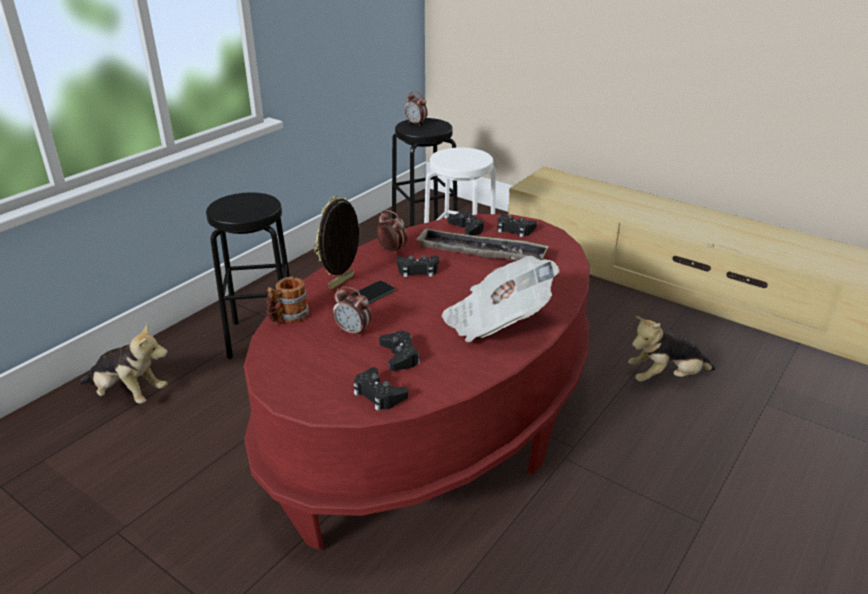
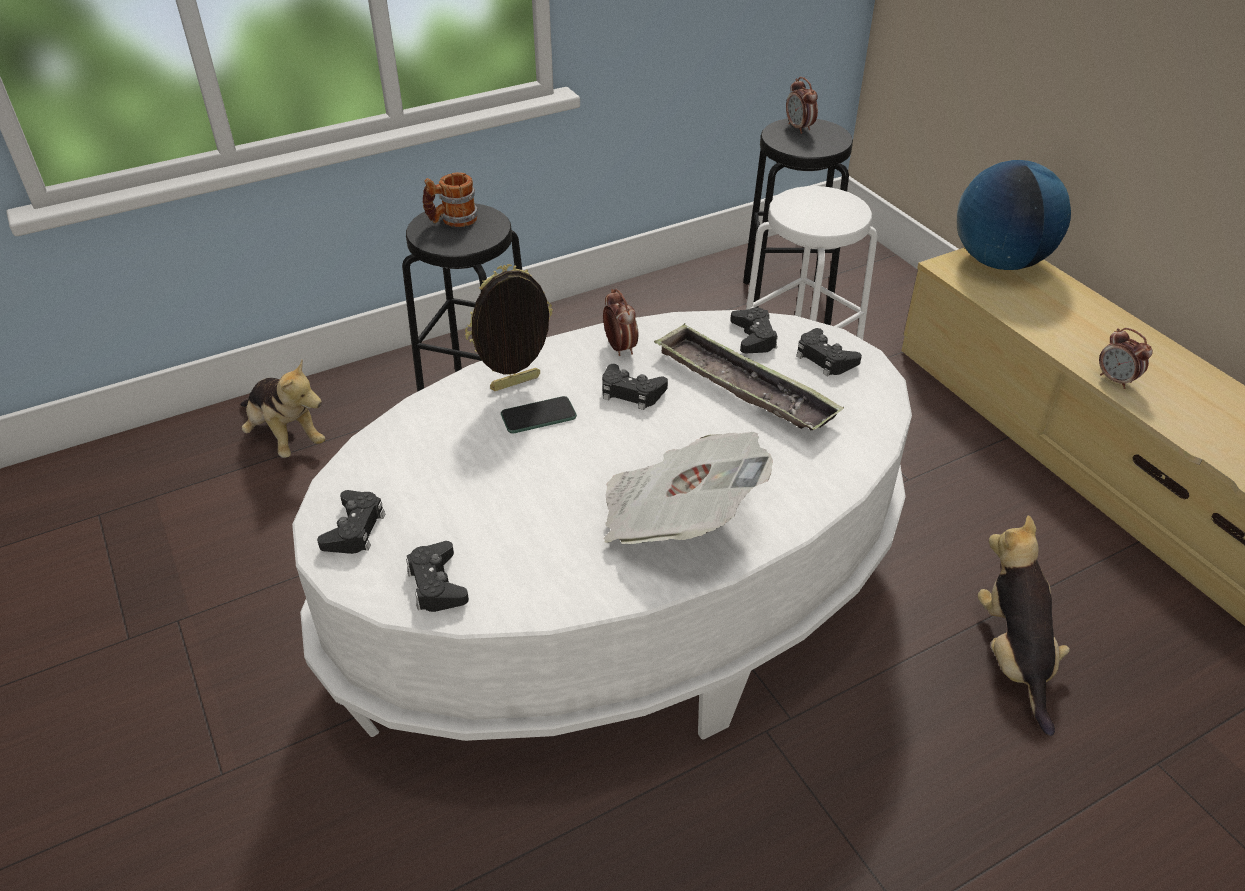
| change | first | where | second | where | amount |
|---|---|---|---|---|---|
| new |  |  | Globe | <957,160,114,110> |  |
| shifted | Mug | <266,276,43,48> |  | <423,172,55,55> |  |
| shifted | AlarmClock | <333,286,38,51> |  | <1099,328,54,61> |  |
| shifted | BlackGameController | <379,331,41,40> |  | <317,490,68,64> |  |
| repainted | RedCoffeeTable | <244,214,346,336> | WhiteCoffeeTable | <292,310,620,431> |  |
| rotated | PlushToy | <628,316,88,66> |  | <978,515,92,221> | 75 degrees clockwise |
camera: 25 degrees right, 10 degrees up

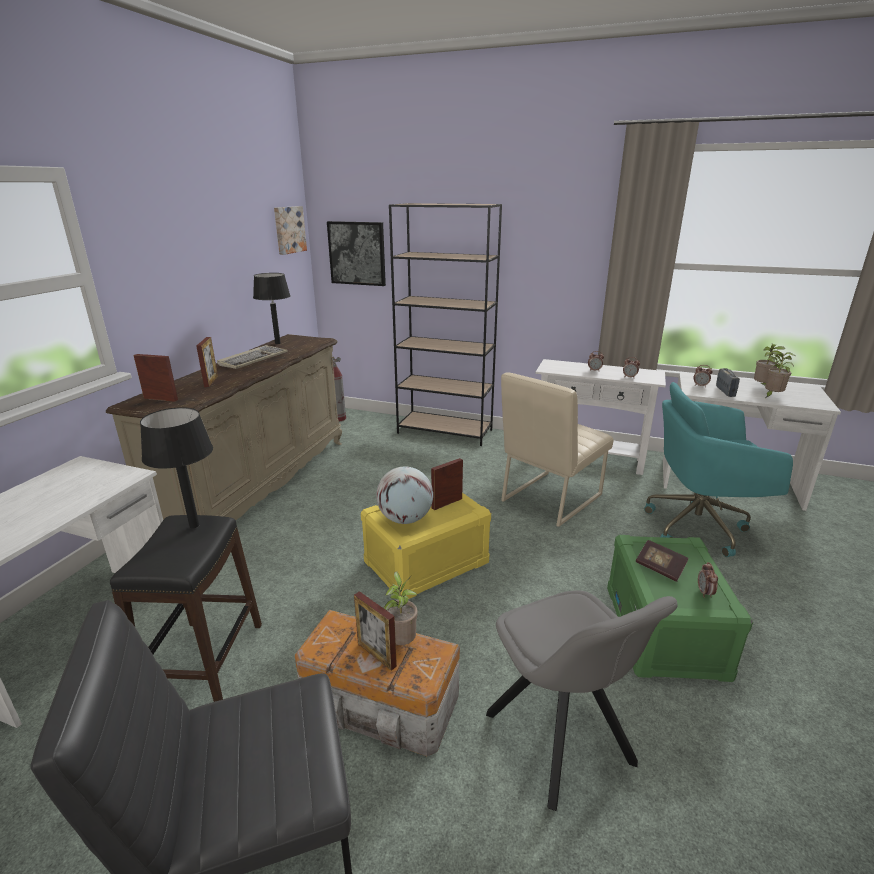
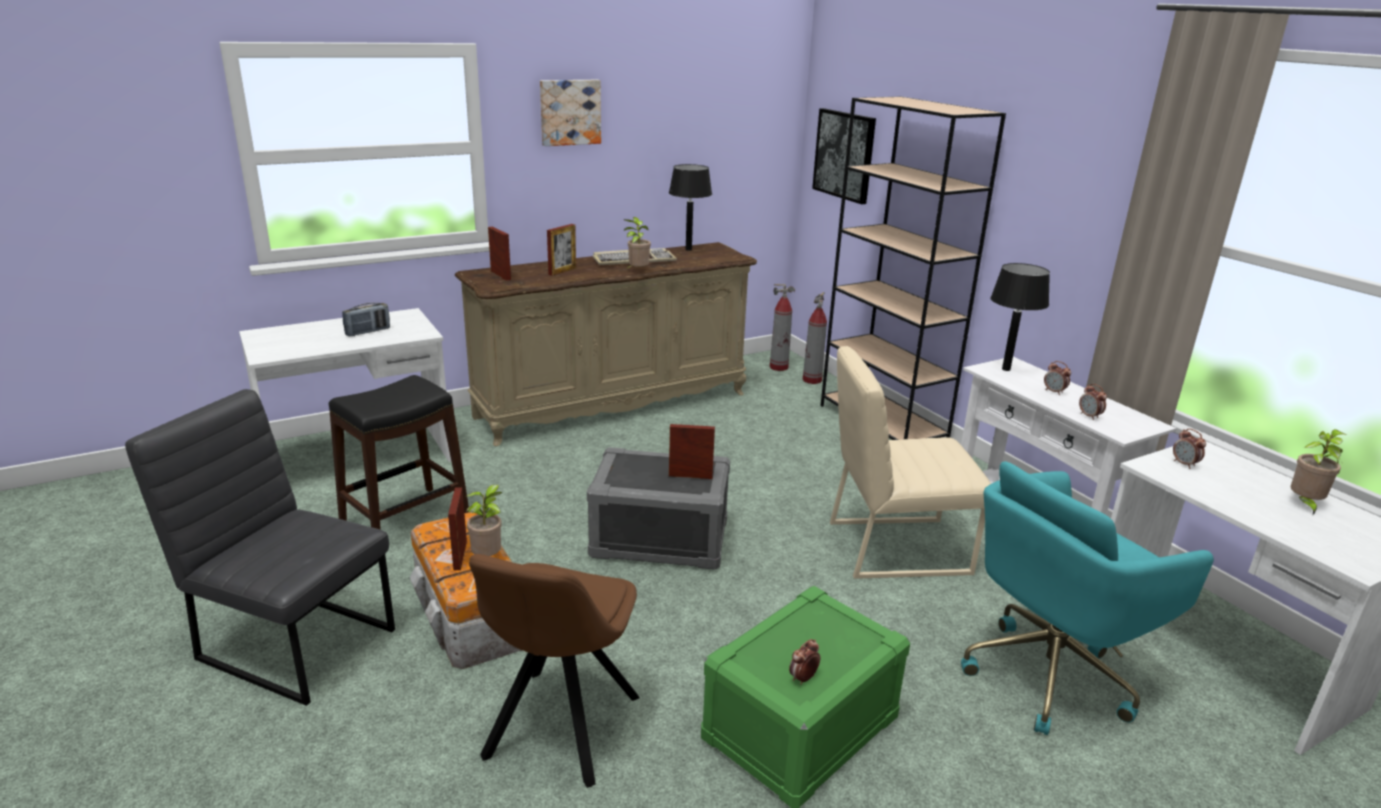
| change | first | where | second | where | amount |
|---|---|---|---|---|---|
| gone | Globe | <376,467,57,57> |  |  |  |
| gone | Book | <636,540,53,42> |  |  |  |
| new |  |  | FireExtinguisher | <803,292,24,92> |  |
| shifted | BlackTableLamp | <140,407,73,121> |  | <990,263,60,108> |  |
| shifted | Picture | <274,206,33,49> |  | <540,80,61,66> |  |
| shifted | Radio | <716,368,24,29> |  | <342,303,48,34> |  |
| shifted | PottedPlant | <765,350,30,48> |  | <624,217,27,52> |  |
| repainted | YellowStorageBox | <361,493,130,106> | GreyStorageBox | <587,447,143,123> |  |
| repainted | GreyChair | <486,590,192,221> | BrownChair | <469,554,171,234> |  |
| rotated | TurquoiseOfficeChair | <644,382,149,175> |  | <961,461,253,274> | 75 degrees counterclockwise |
camera: 40 degrees right, 0 degrees up

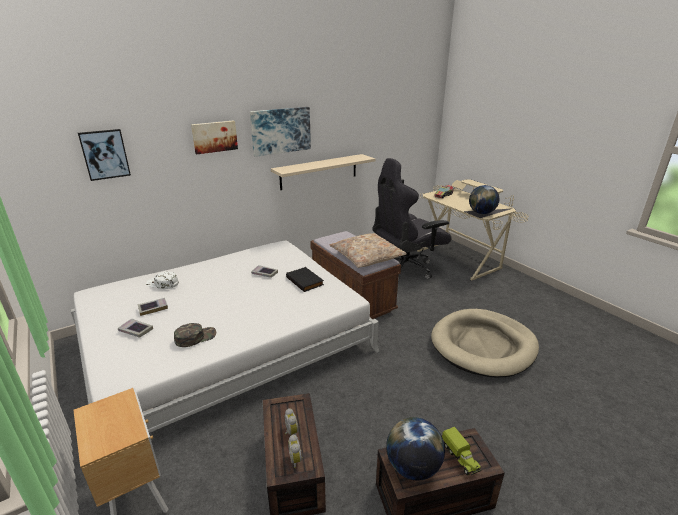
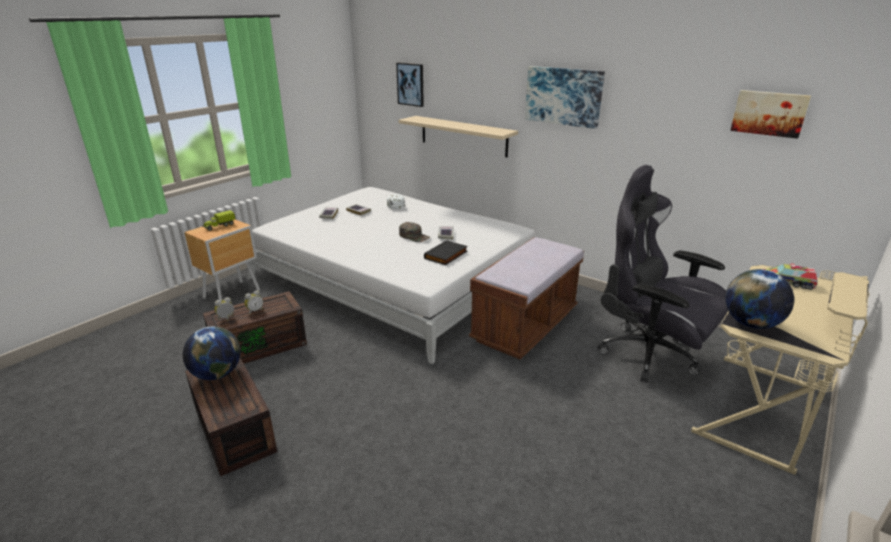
| change | first | where | second | where | amount |
|---|---|---|---|---|---|
| gone | BeigePillow | <330,233,77,35> |  |  |  |
| gone | BeigeDogBed | <431,309,108,68> |  |  |  |
| shifted | GreenCap | <174,323,42,24> |  | <399,222,32,20> |  |
| shifted | Picture | <191,120,47,34> |  | <730,90,81,49> |  |
| shifted | BeigeShelf | <271,154,104,36> |  | <399,116,119,41> |  |
| shifted | ToyTruck | <442,427,40,48> |  | <202,210,33,21> |  |
camera: 70 degrees right, 0 degrees up

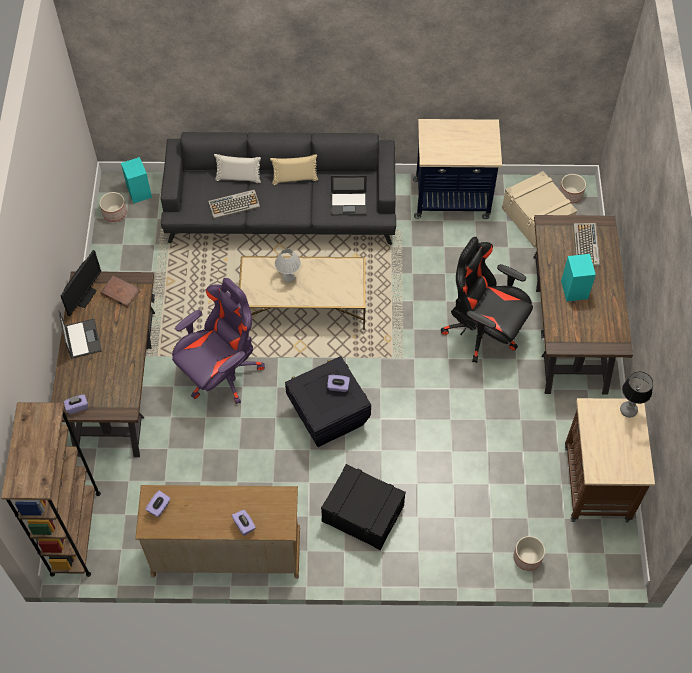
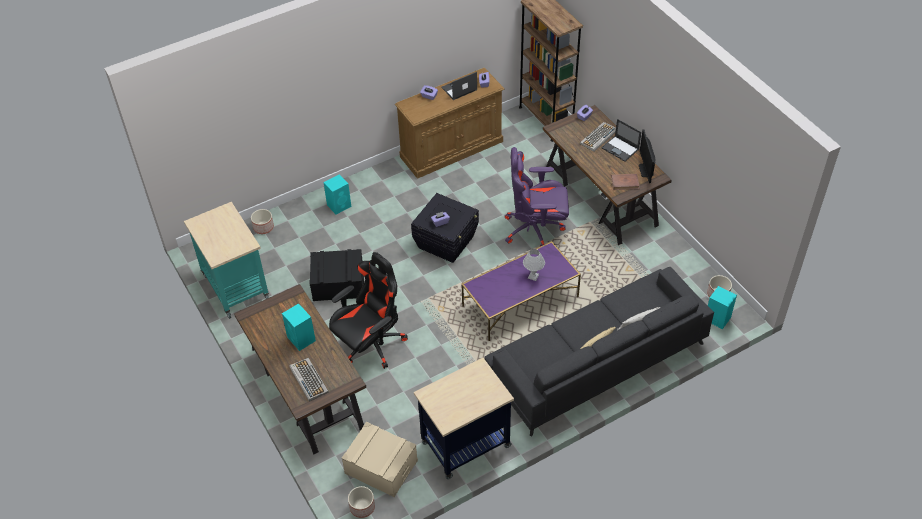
| change | first | where | second | where | amount |
|---|---|---|---|---|---|
| gone | TableLamp | <620,371,33,47> |  |  |  |
| new |  |  | TurquoiseSpeaker | <323,174,28,41> |  |
| shifted | Keyboard | <208,190,52,29> |  | <580,122,36,30> |  |
| shifted | BlackStorageBox | <321,464,85,86> |  | <310,249,54,52> |  |
| shifted | Laptop | <331,175,36,40> |  | <441,72,36,28> |  |
| repainted | BeigeCoffeeTable | <239,256,127,74> | PurpleCoffeeTable | <461,241,120,100> |  |
| repainted | BrownCart | <565,398,90,125> | TurquoiseCart | <184,202,85,117> |  |
| rotated | PurpleOfficeChair | <172,278,93,126> |  | <505,147,64,99> | 75 degrees clockwise |
| rotated | BlackOfficeChair | <441,237,92,126> |  | <329,252,79,117> | 45 degrees counterclockwise |
camera: 150 degrees right, 10 degrees down

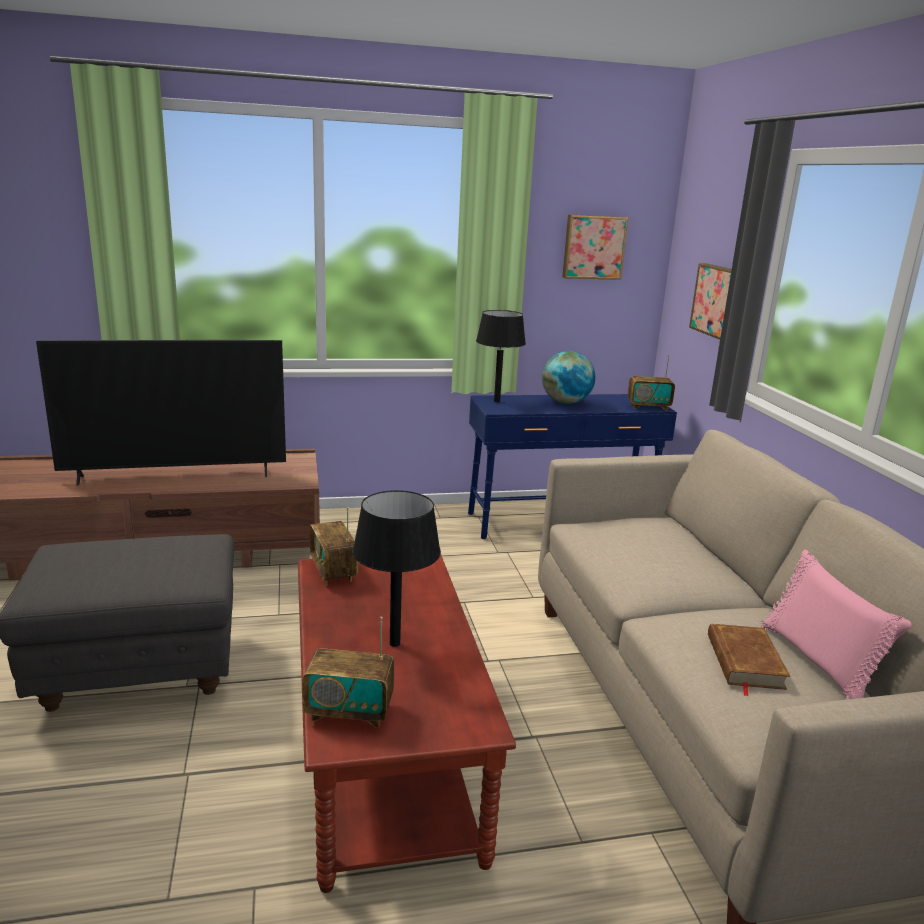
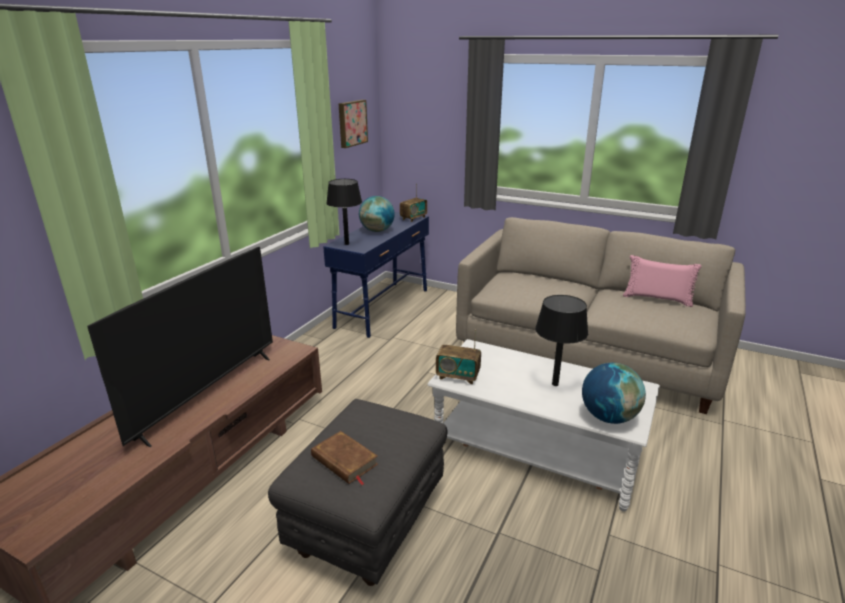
| change | first | where | second | where | amount |
|---|---|---|---|---|---|
| gone | Picture | <689,263,43,77> |  |  |  |
| shifted | BrownBook | <708,624,82,73> |  | <311,431,67,54> |  |
| swapped | Radio | <302,617,92,111> | Globe | <582,363,64,61> |  |
| repainted | BrownCoffeeTable | <298,554,218,339> | WhiteCoffeeTable | <427,339,233,173> |  |
camera: 50 degrees left, 5 degrees up

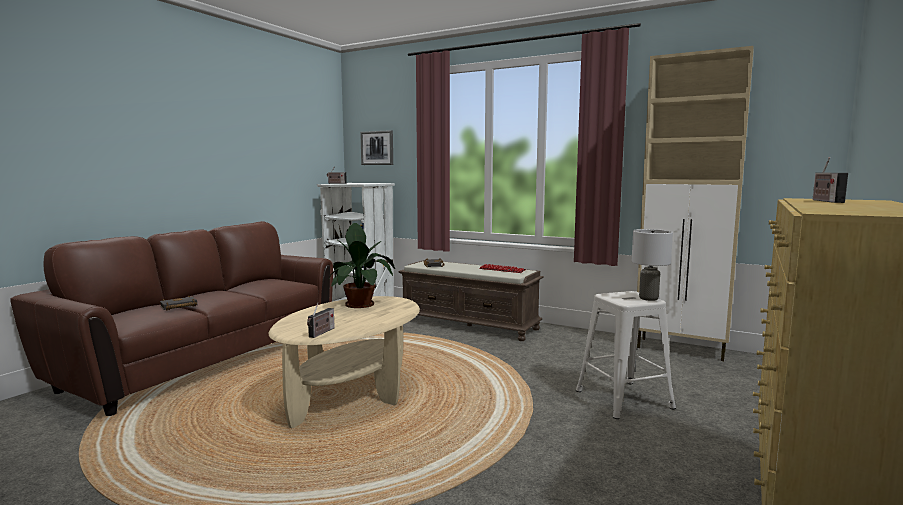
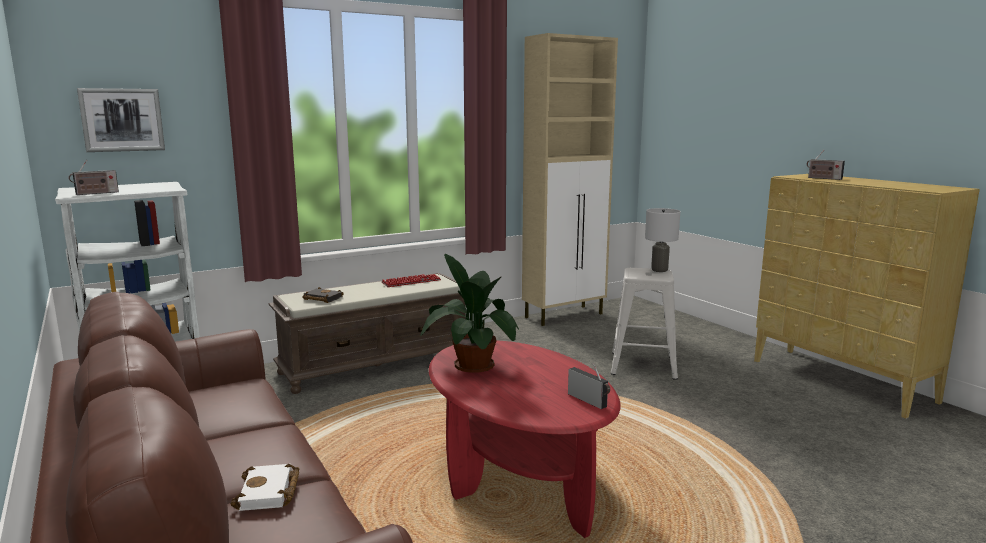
| change | first | where | second | where | amount |
|---|---|---|---|---|---|
| repainted | BlackBook | <160,296,37,15> | WhiteBook | <231,464,68,47> |  |
| repainted | BeigeCoffeeTable | <269,296,151,133> | RedCoffeeTable | <429,340,192,198> |  |
camera: 60 degrees left, 5 degrees up

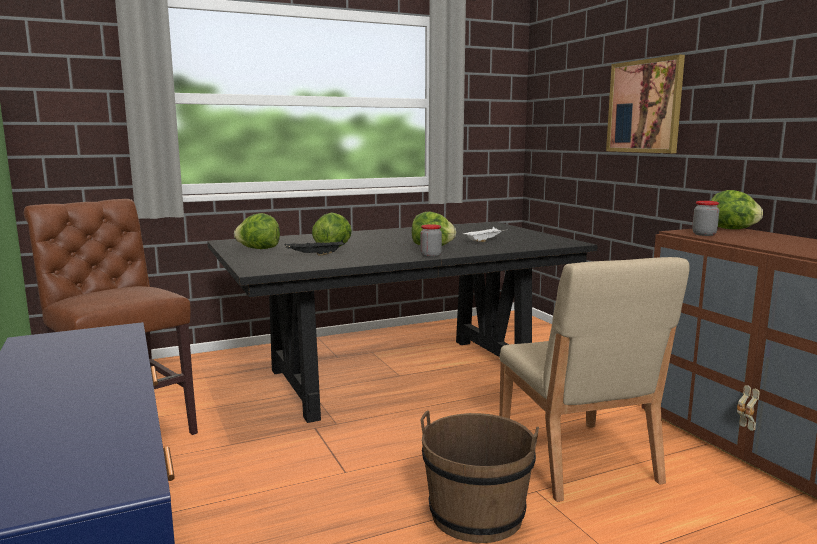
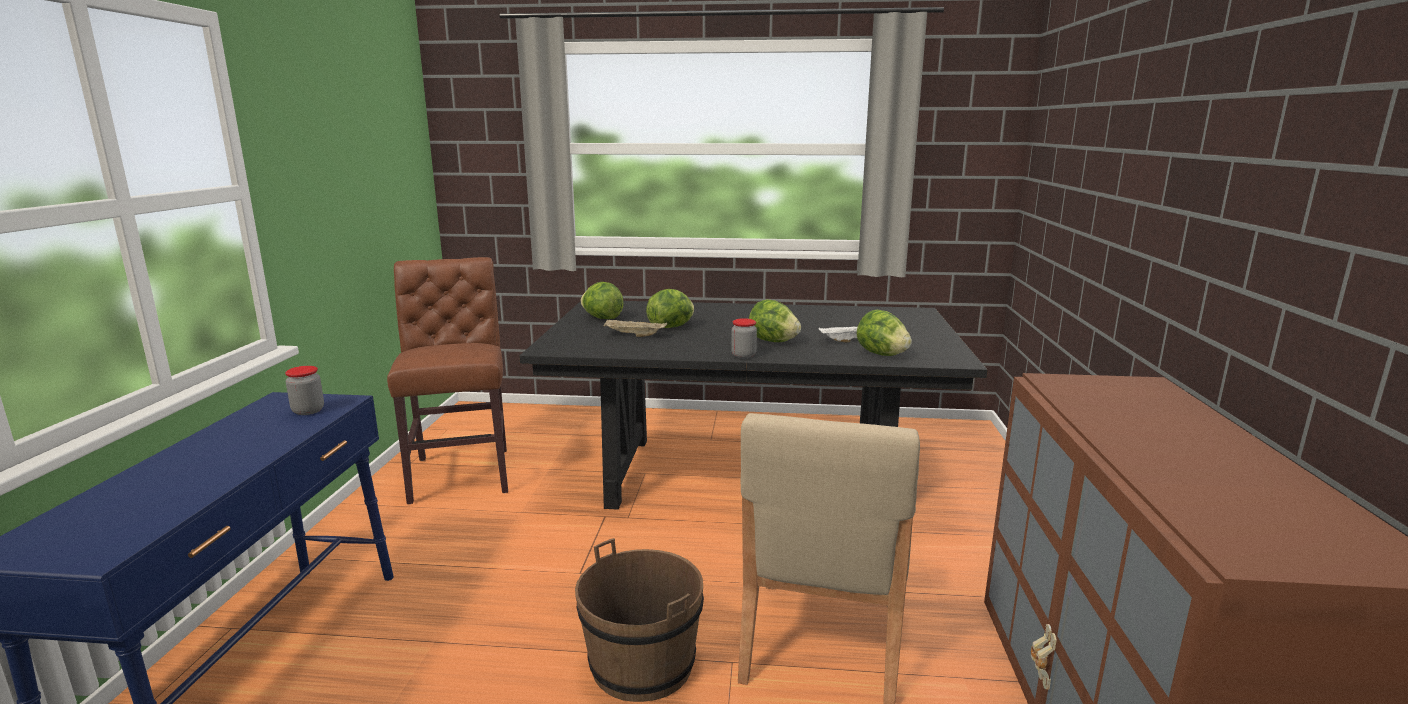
| change | first | where | second | where | amount |
|---|---|---|---|---|---|
| gone | Picture | <606,55,79,98> |  |  |  |
| shifted | Jar | <692,201,27,35> |  | <285,366,39,49> |  |
| shifted | Lettuce | <711,190,52,39> |  | <857,310,55,46> |  |
| repainted | BlackTray | <284,240,61,16> | BeigeTray | <604,319,63,18> |  |
camera: 30 degrees right, 5 degrees up

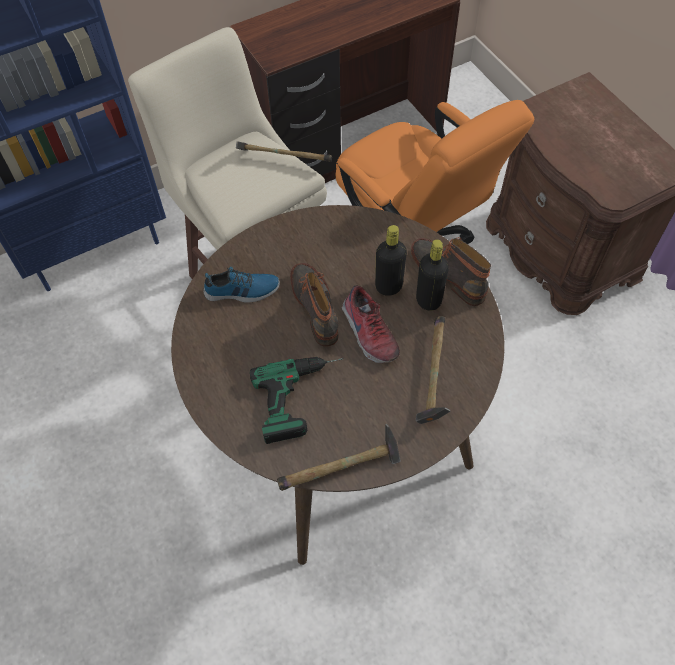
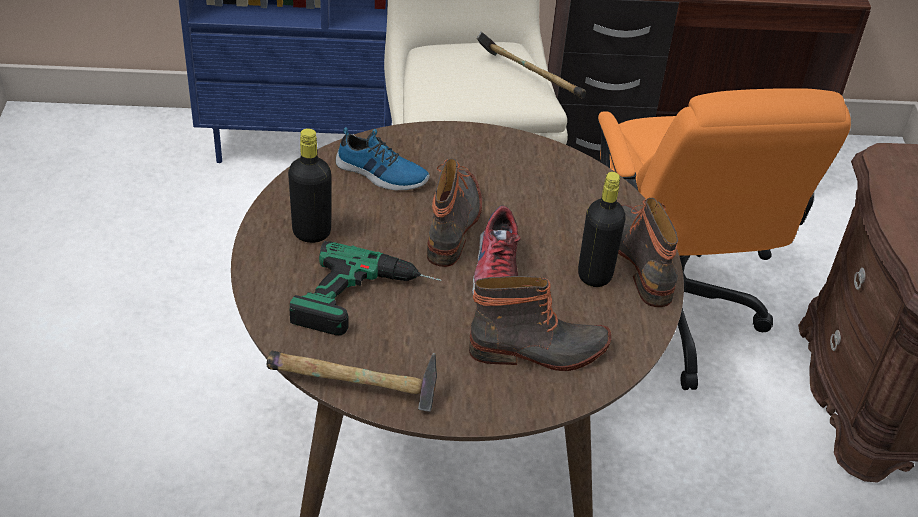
| change | first | where | second | where | amount |
|---|---|---|---|---|---|
| shifted | BlackBottle | <375,225,32,71> |  | <288,128,43,115> |  |
| swapped | Hammer | <416,316,35,108> | Boot | <469,276,142,95> |  |
camera: 25 degrees right, 15 degrees down

